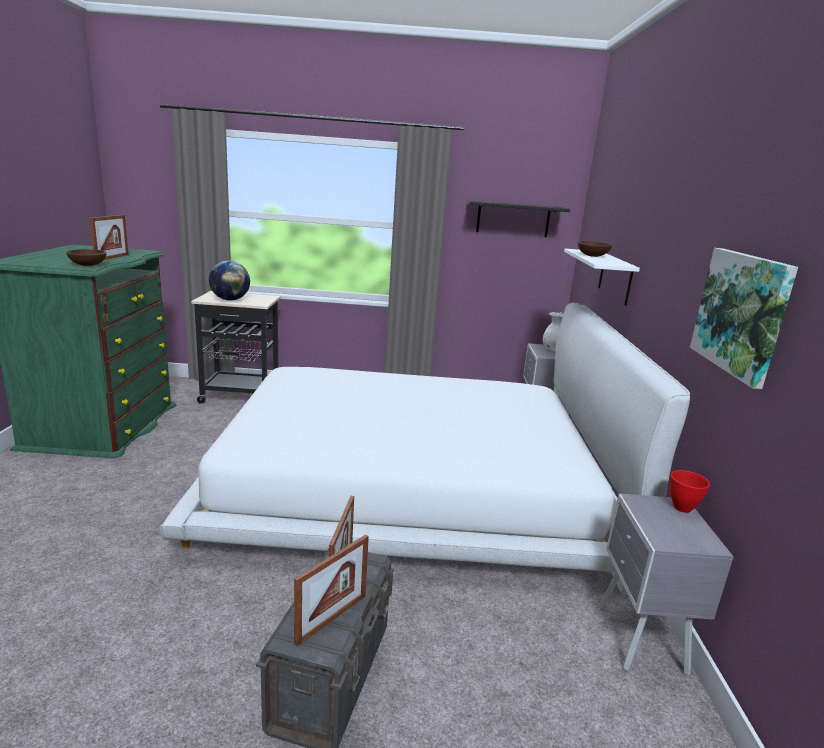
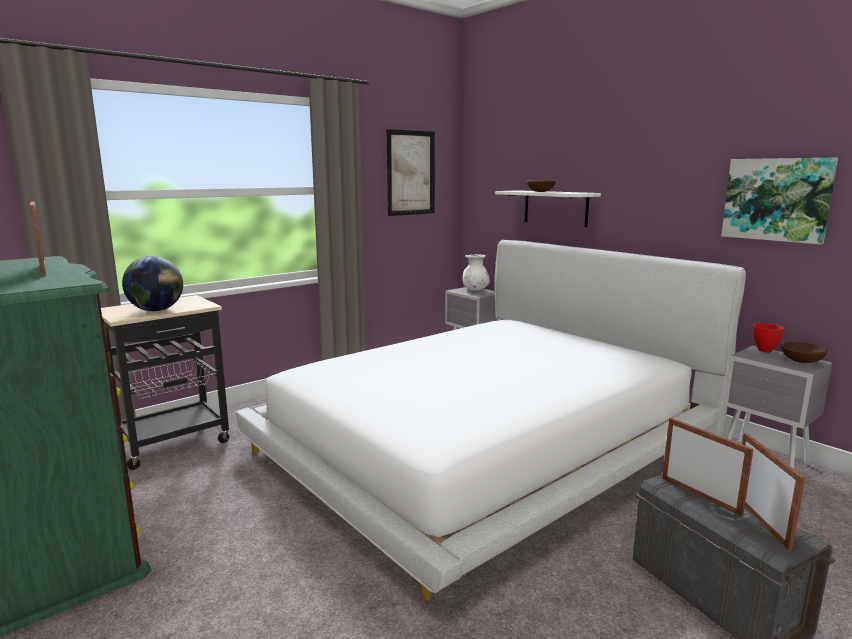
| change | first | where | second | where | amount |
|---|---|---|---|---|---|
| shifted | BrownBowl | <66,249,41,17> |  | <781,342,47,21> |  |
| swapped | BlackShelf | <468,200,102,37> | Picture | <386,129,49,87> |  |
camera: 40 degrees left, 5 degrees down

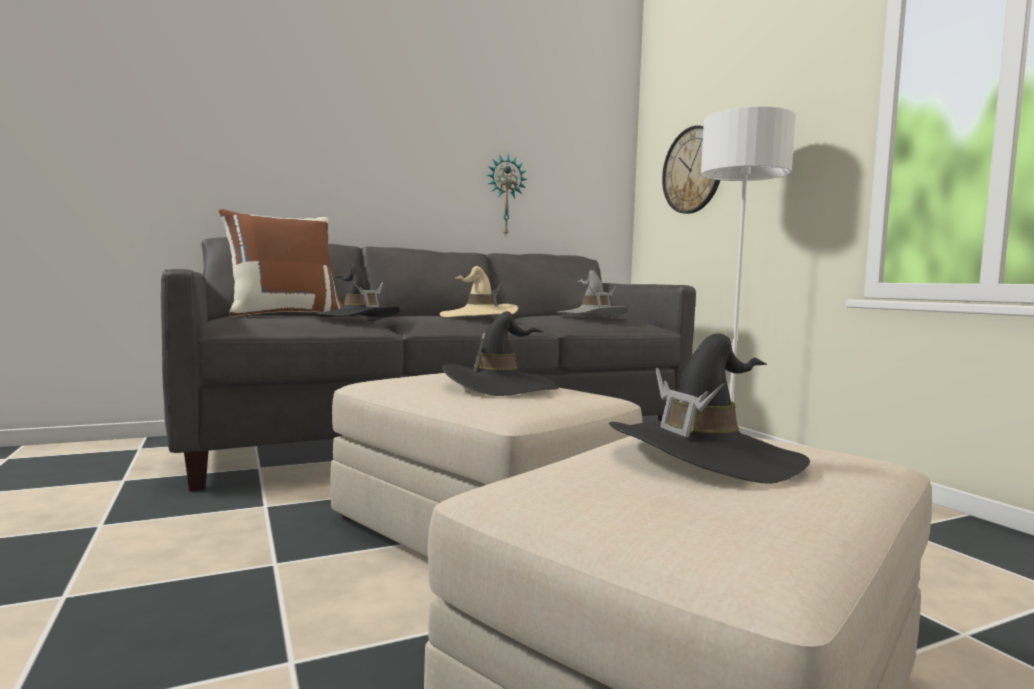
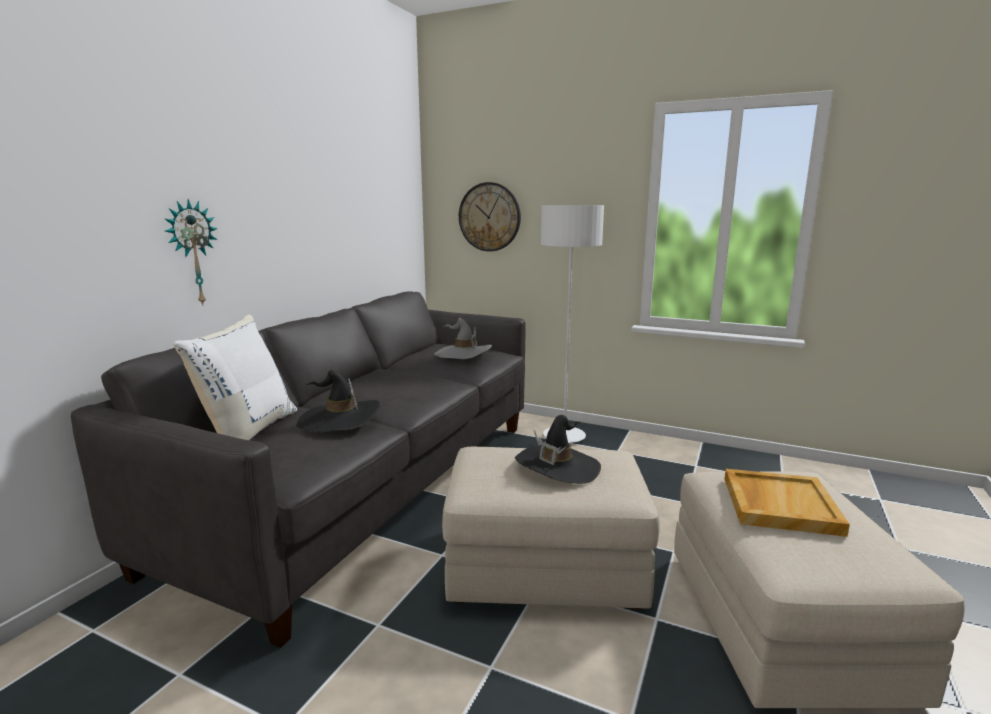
| change | first | where | second | where | amount |
|---|---|---|---|---|---|
| gone | BeigeHat | <439,266,79,51> |  |  |  |
| shifted | WallClock | <487,154,41,81> |  | <165,199,53,106> |  |
| swapped | BlackHat | <609,334,201,150> | BeigeTray | <724,469,126,68> |  |
| repainted | BrownPillow | <219,209,124,108> | WhitePillow | <173,315,124,125> |  |
camera: 40 degrees left, 10 degrees up

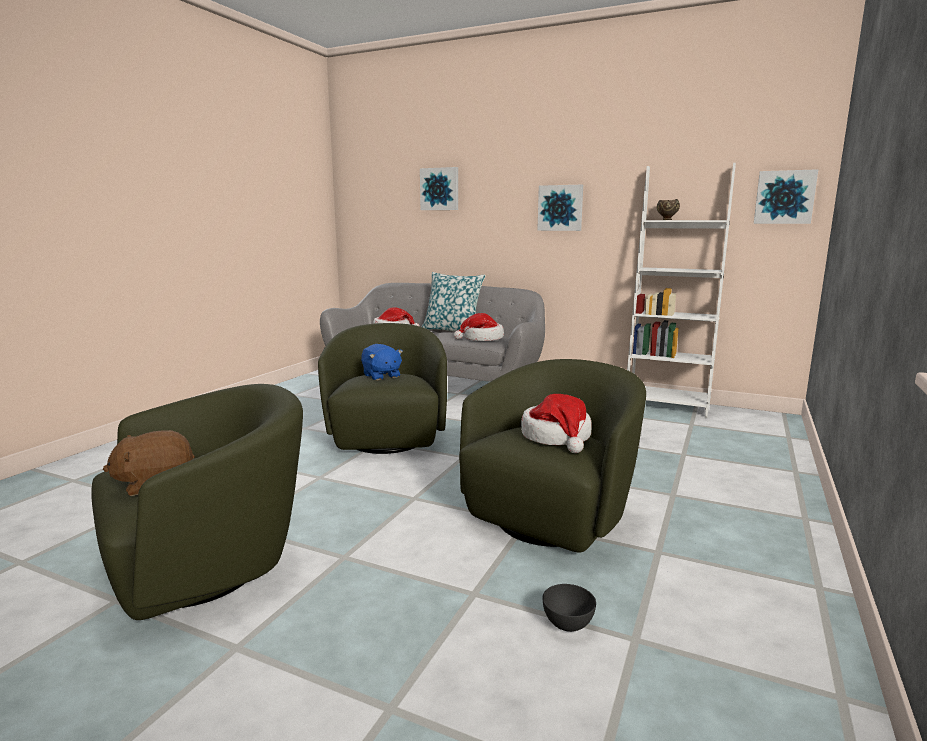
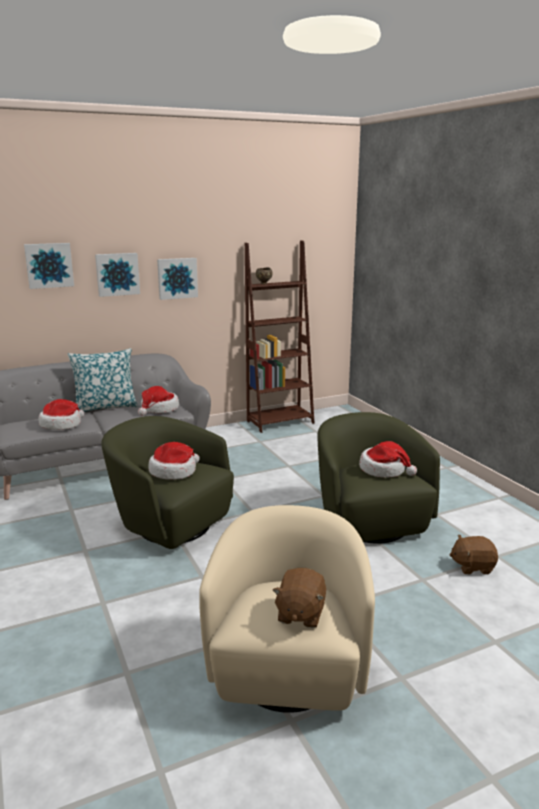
| change | first | where | second | where | amount |
|---|---|---|---|---|---|
| shifted | Picture | <754,169,64,55> |  | <95,253,45,44> |  |
| swapped | BluePlushToy | <361,344,42,36> | Hat | <149,442,50,38> |  |
| swapped | GreyBowl | <543,584,53,48> | BrownPlushToy | <450,534,48,40> |  |
| repainted | GreenArmchair | <91,384,212,236> | BeigeArmchair | <199,505,176,208> |  |
| repainted | WhiteBookcase | <627,163,109,255> | BrownBookcase | <245,240,70,193> |  |
camera: 50 degrees left, 5 degrees up

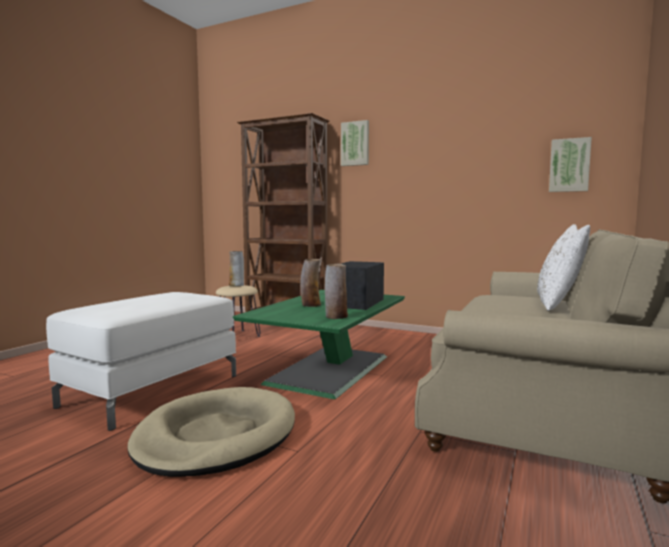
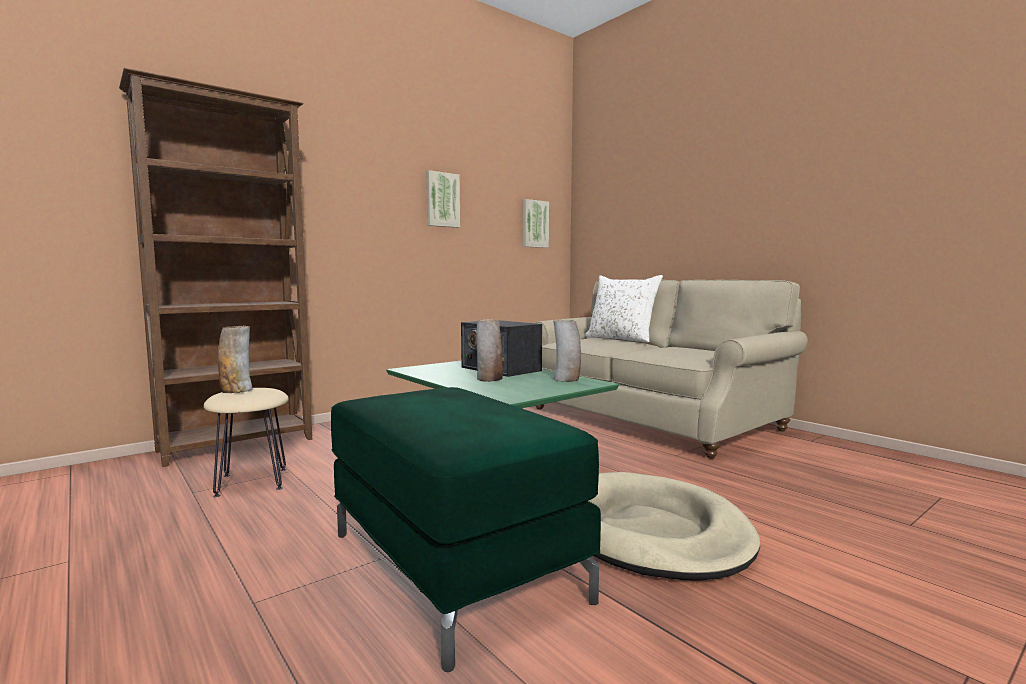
| change | first | where | second | where | amount |
|---|---|---|---|---|---|
| shifted | Picture | <341,120,28,46> |  | <426,170,34,58> |  |
| repainted | WhiteOttoman | <46,292,190,139> | GreenOttoman | <331,387,270,285> |  |
camera: 65 degrees left, 0 degrees up

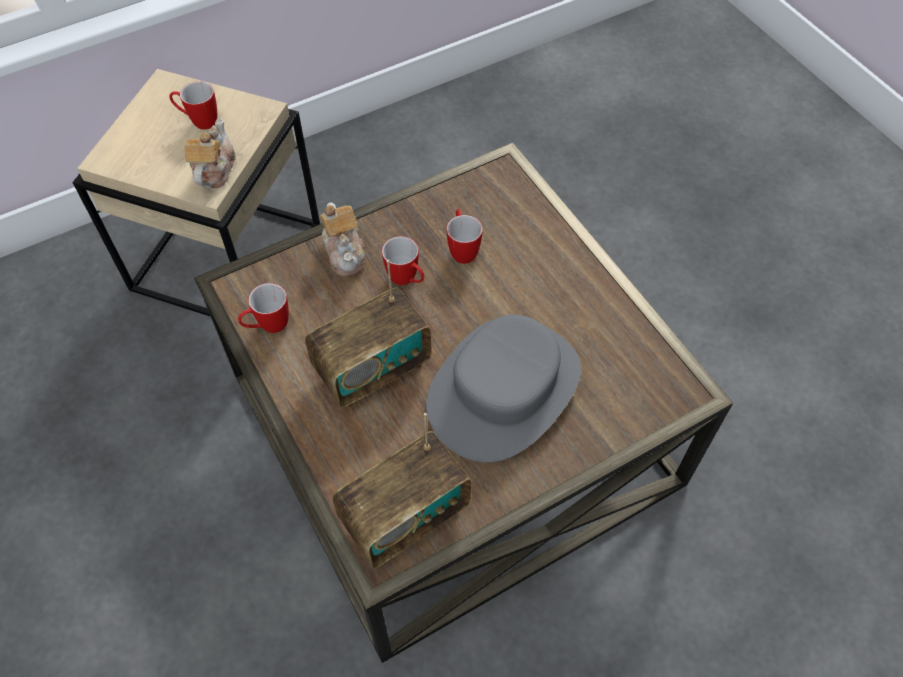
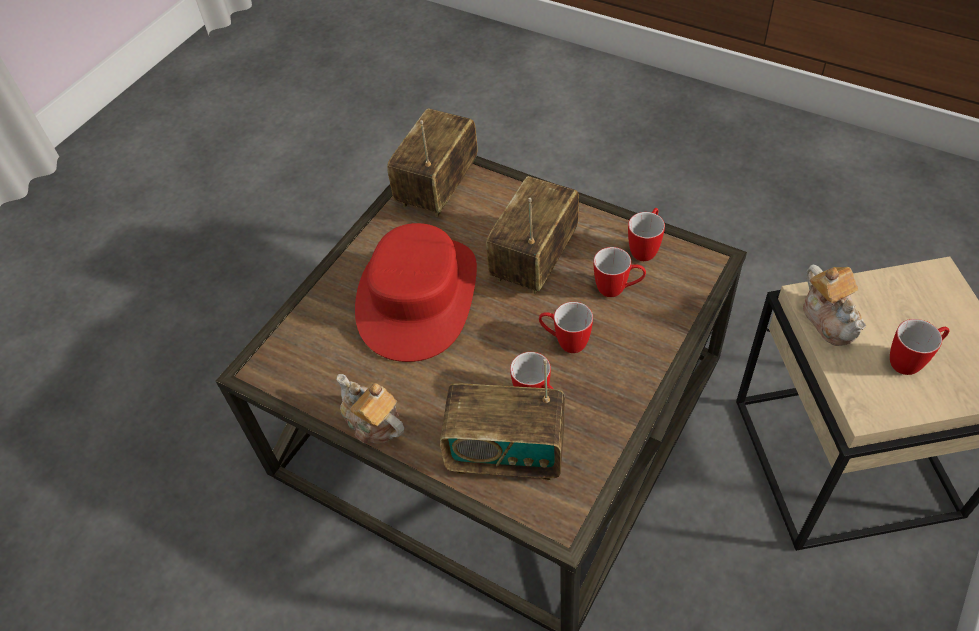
| change | first | where | second | where | amount |
|---|---|---|---|---|---|
| new |  |  | Radio | <440,359,125,121> |  |
| new |  |  | Mug | <594,247,52,50> |  |
| shifted | Teapot | <319,203,46,73> |  | <336,374,68,69> |  |
| repainted | GreyHat | <426,314,155,149> | RedHat | <355,223,122,139> |  |
camera: 155 degrees right, 5 degrees down

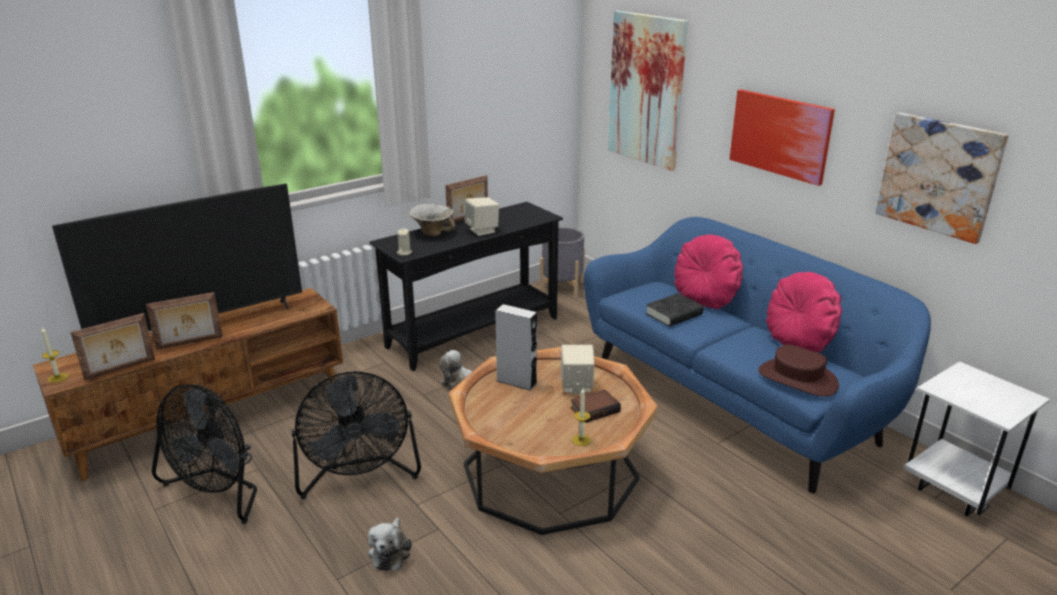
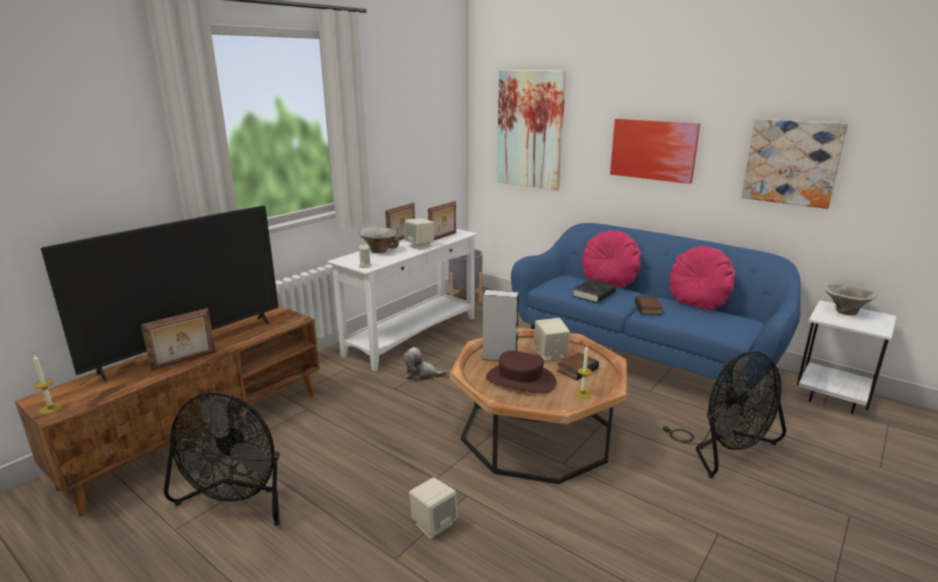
| change | first | where | second | where | amount |
|---|---|---|---|---|---|
| new |  |  | Book | <635,296,28,19> |  |
| new |  |  | Bowl | <824,284,54,31> |  |
| shifted | PictureFrame | <70,313,85,67> |  | <428,201,28,39> |  |
| shifted | BlackFan | <291,371,130,128> |  | <663,352,123,126> |  |
| shifted | BrownHat | <758,345,81,52> |  | <486,351,71,42> |  |
| swapped | PlushToy | <368,518,44,52> | BeigeSpeaker | <409,477,49,62> |  |
| repainted | BlackConsoleTable | <369,202,194,169> | WhiteConsoleTable | <328,229,150,143> |  |
camera: 15 degrees left, 5 degrees down

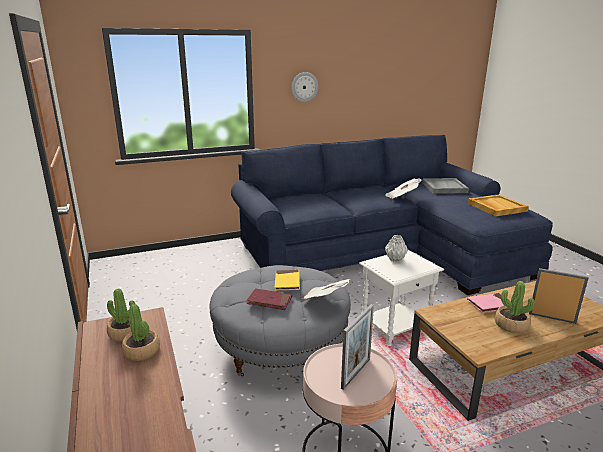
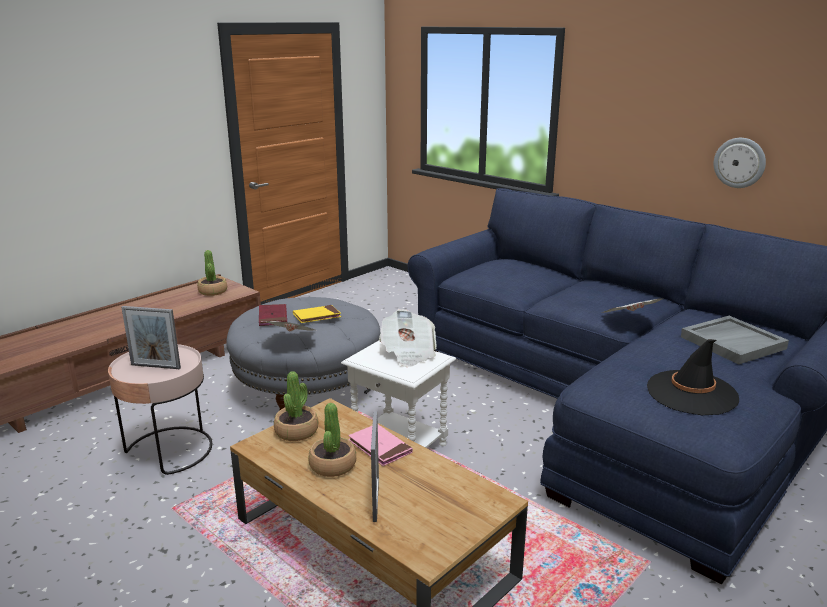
| change | first | where | second | where | amount |
|---|---|---|---|---|---|
| shifted | PottedPlant | <122,304,38,57> |  | <274,371,44,70> |  |
| shifted | WallClock | <291,72,27,30> |  | <714,138,52,50> |  |
| swapped | GreyVase | <385,235,23,27> | Newspaper | <379,309,58,58> |  |
| swapped | BeigeTray | <468,194,61,22> | BlackHat | <647,339,92,76> |  |
camera: 65 degrees right, 0 degrees up

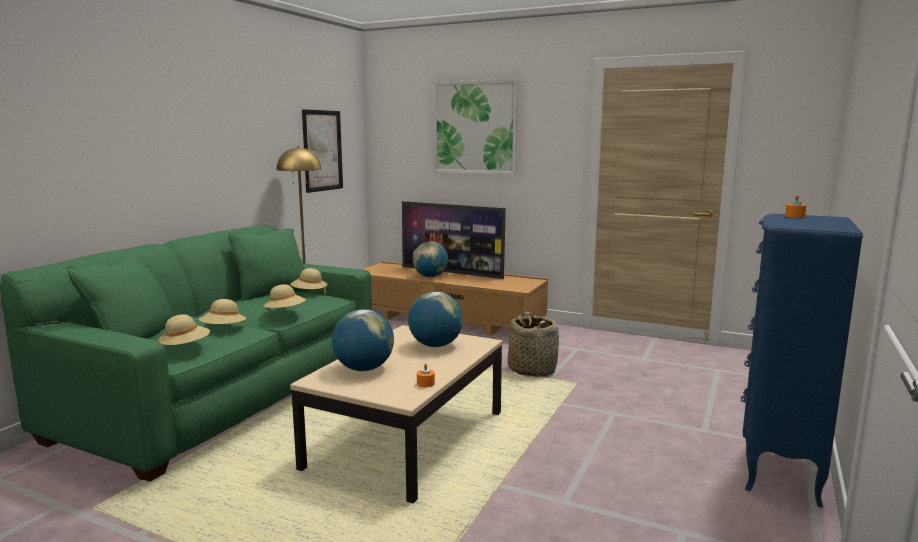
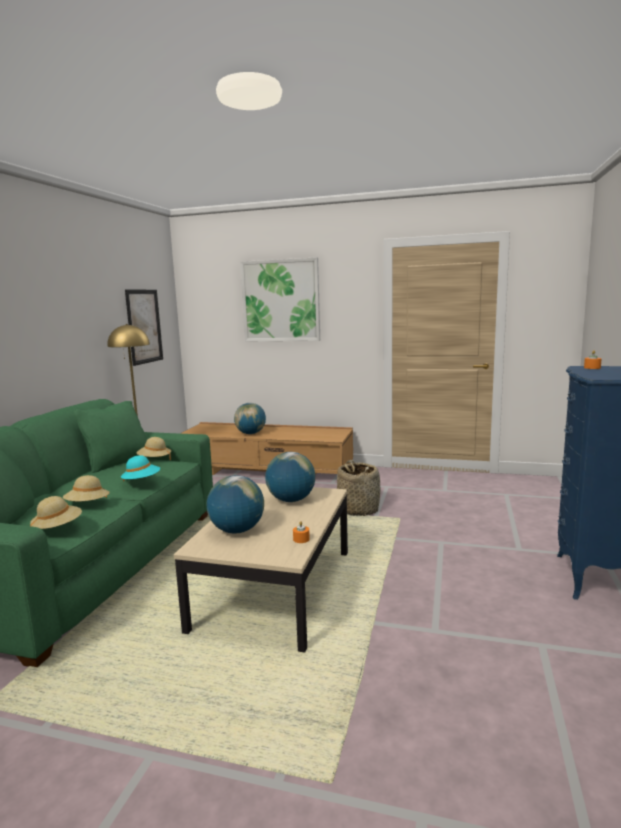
| change | first | where | second | where | amount |
|---|---|---|---|---|---|
| gone | Television | <402,201,104,78> |  |  |  |
| repainted | BeigeHat | <264,284,42,26> | TurquoiseHat | <121,455,39,27> |  |
camera: 10 degrees left, 0 degrees up

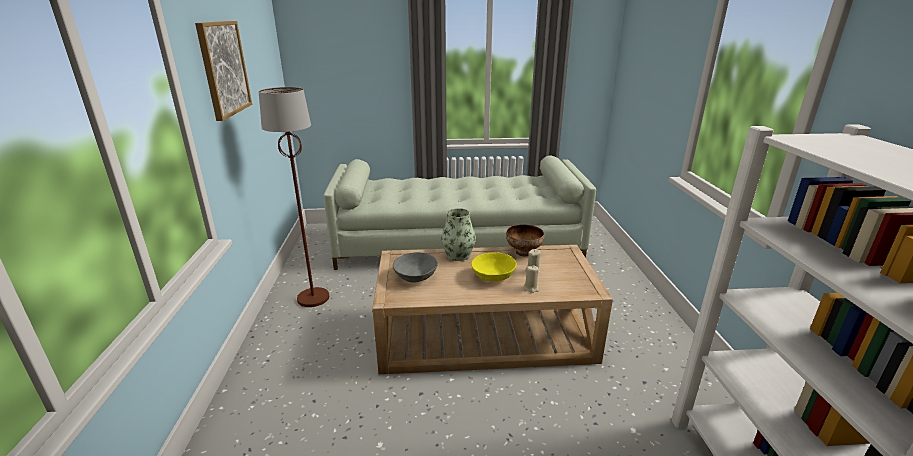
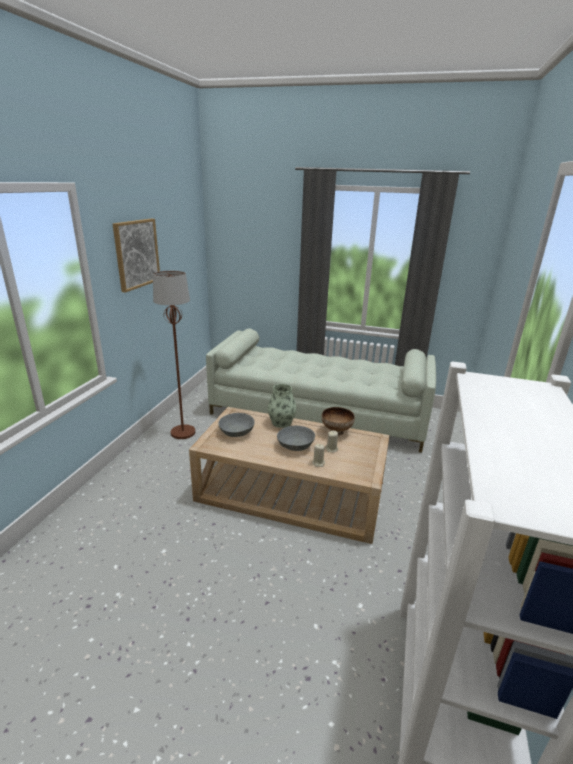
| change | first | where | second | where | amount |
|---|---|---|---|---|---|
| repainted | YellowBowl | <471,252,45,30> | GreyBowl | <277,426,38,25> |  |
camera: 20 degrees right, 0 degrees up

